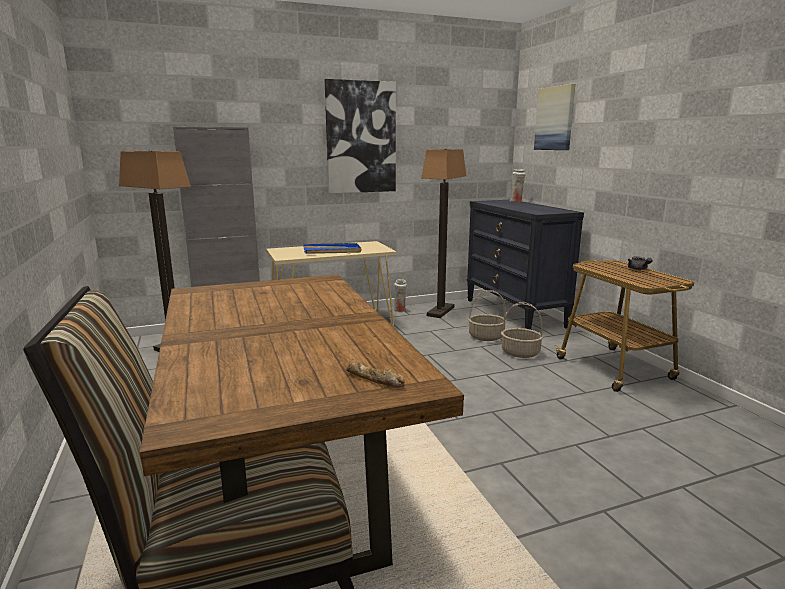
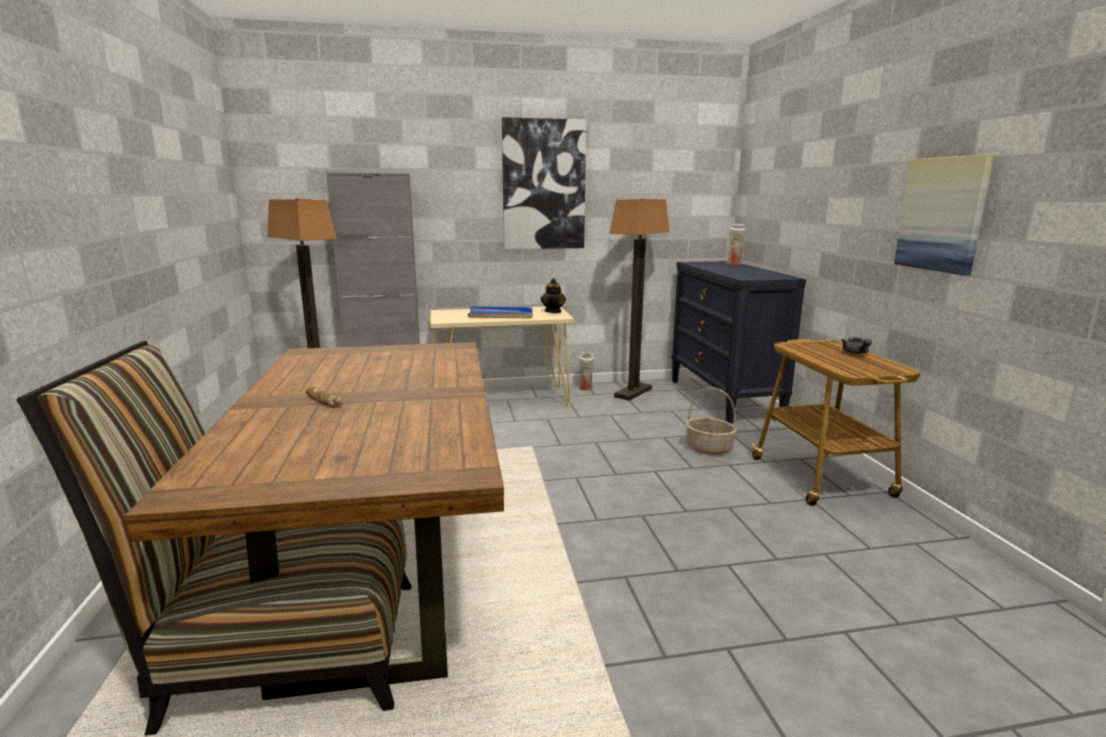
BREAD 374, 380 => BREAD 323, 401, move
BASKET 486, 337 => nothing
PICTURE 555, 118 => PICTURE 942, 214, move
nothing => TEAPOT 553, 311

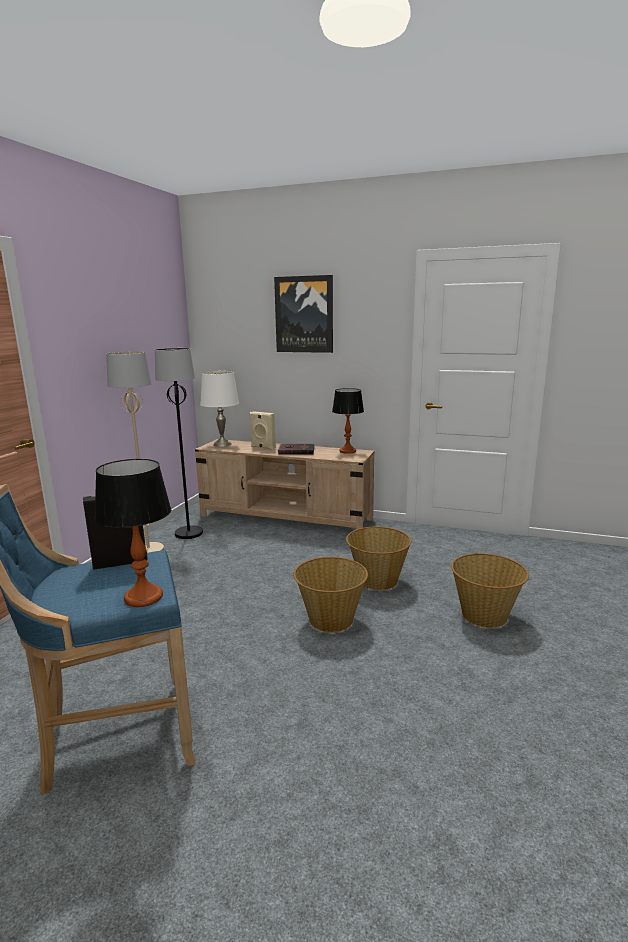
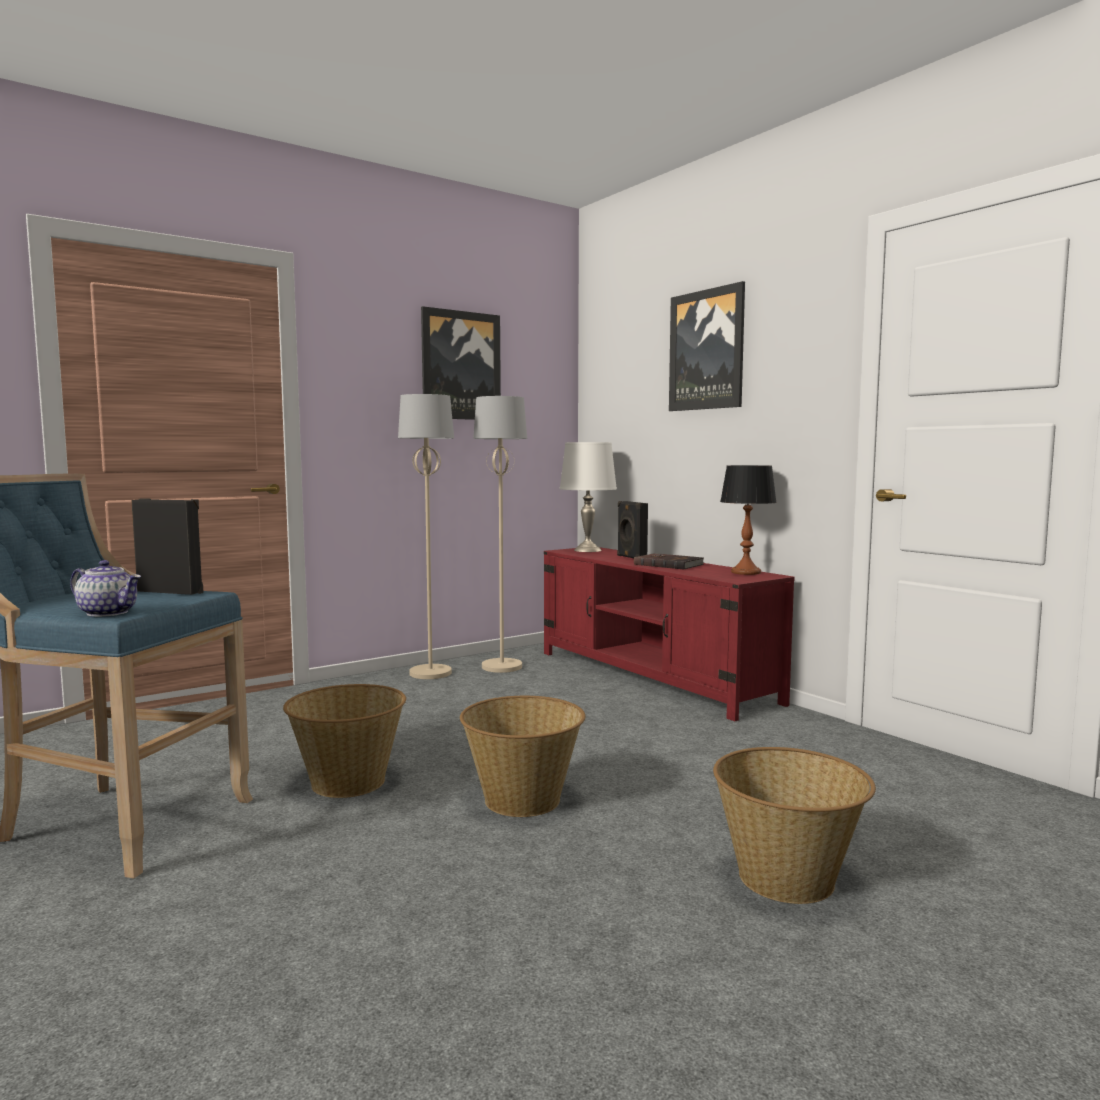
TABLE LAMP 143, 597 => TEAPOT 109, 613
BLACK FLOOR LAMP 189, 533 => BEIGE FLOOR LAMP 502, 667
BEIGE TV STAND 286, 518 => RED TV STAND 653, 677
BEIGE SPEAKER 262, 447 => BLACK SPEAKER 630, 557
BASKET 377, 580 => BASKET 348, 782, move
nothing => PICTURE 460, 366

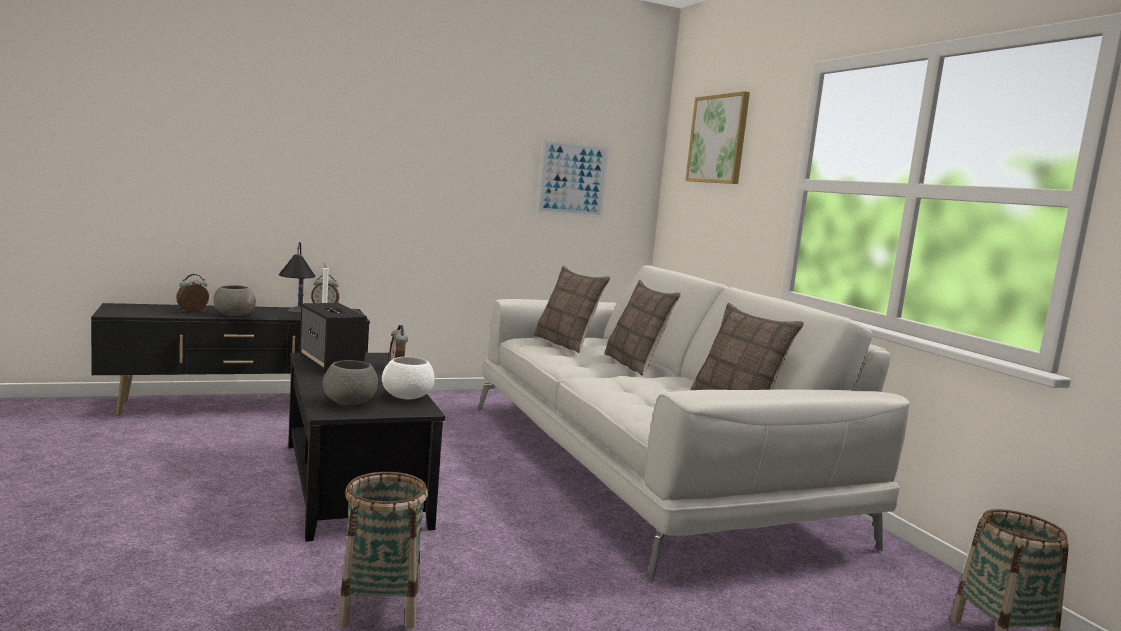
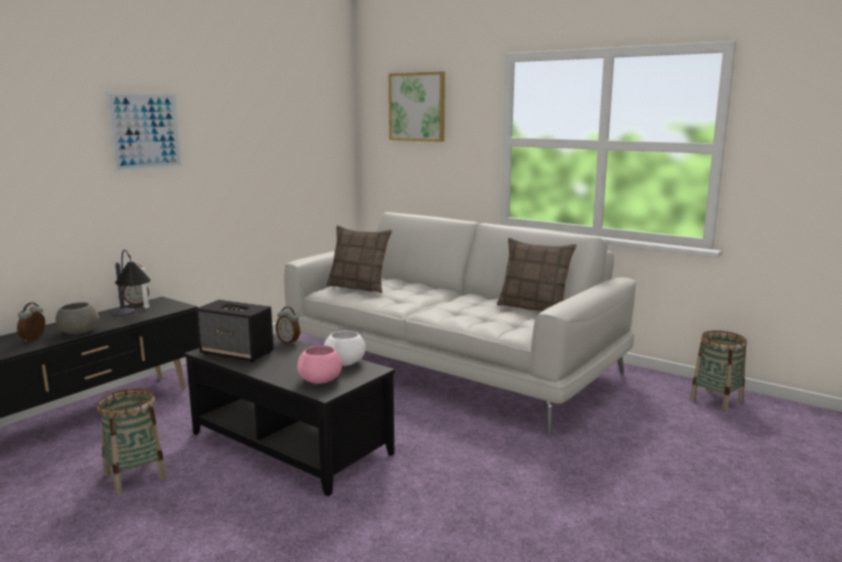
GREY BOWL 350, 402 => PINK BOWL 321, 380
BASKET 380, 607 => BASKET 135, 476, move
PICTURE 573, 179 => PICTURE 145, 131, move
PILLOW 635, 365 => nothing

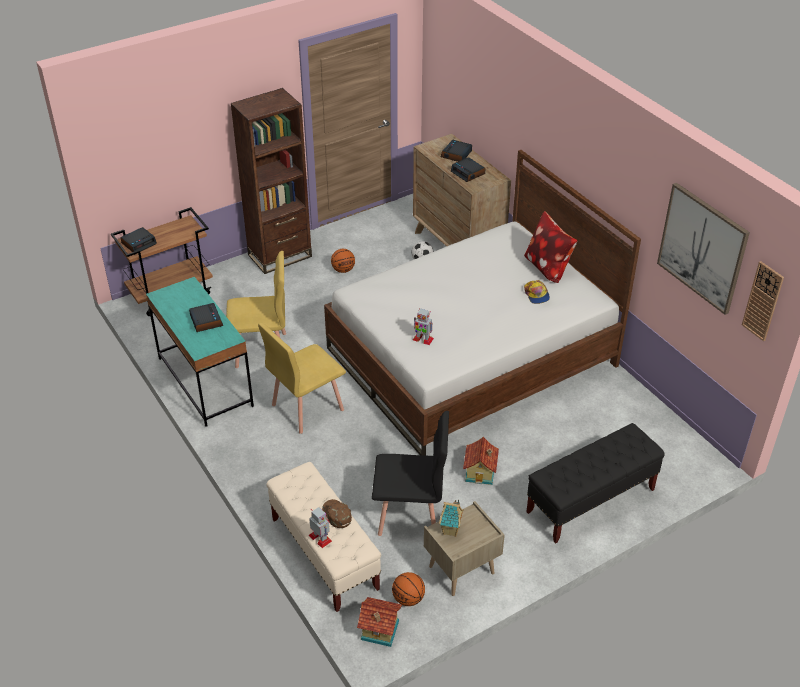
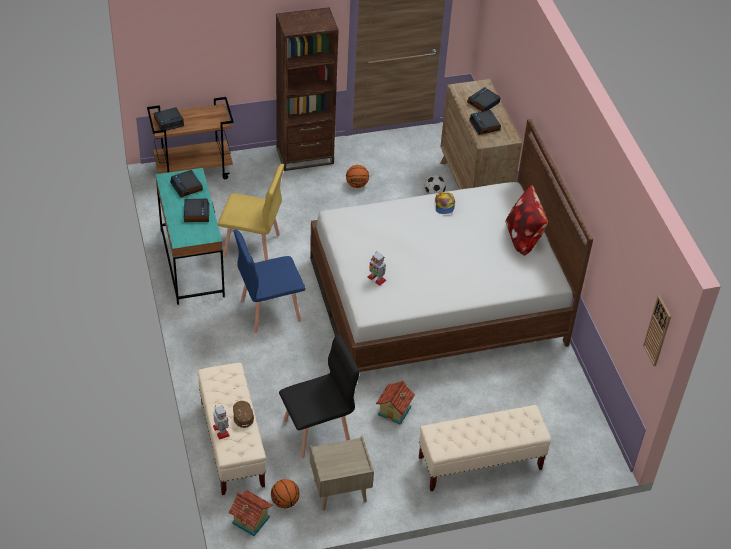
YELLOW CHAIR 306, 407 => BLUE CHAIR 270, 310
BLACK CHAIR 410, 515 => BLACK CHAIR 317, 431, 45 degrees counterclockwise
TOY HOUSE 451, 530 => nothing
CAP 536, 295 => CAP 444, 205, move
BLACK BENCH 590, 501 => BEIGE BENCH 479, 463
PICTURE 702, 248 => nothing
nothing => ALARM CLOCK 187, 186

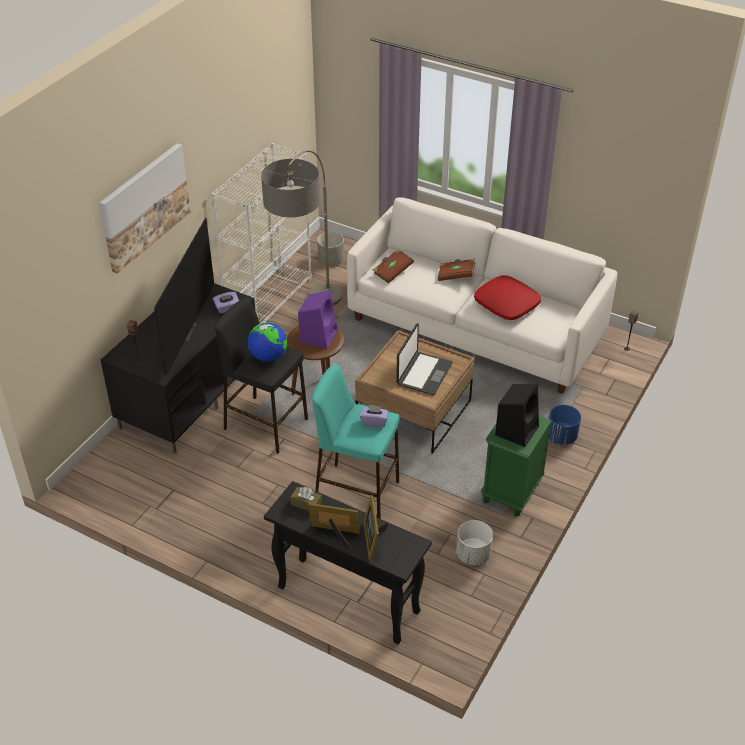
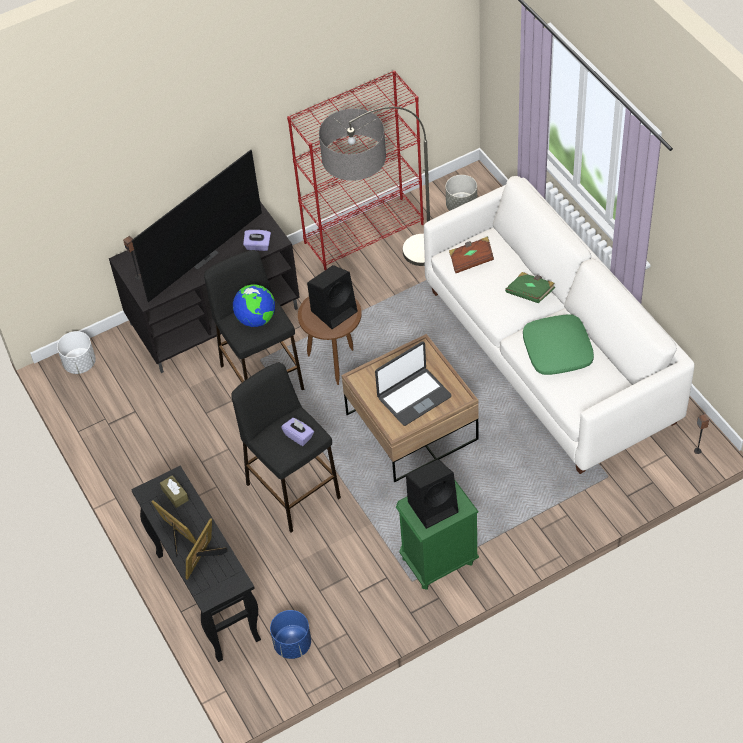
PICTURE 144, 206 => nothing
WHITE BOOKCASE 269, 300 => RED BOOKCASE 364, 233
PURPLE SPEAKER 318, 335 => BLACK SPEAKER 334, 310
TURQUOISE STOOL 356, 492 => BLACK STOOL 292, 490
BROWN BOOK 456, 276 => GREEN BOOK 530, 293
WHITE PLANTER 473, 555 => WHITE PLANTER 79, 364, move
RED PILLOW 507, 304 => GREEN PILLOW 558, 351
BLUE PLANTER 561, 437 => BLUE PLANTER 292, 644, move

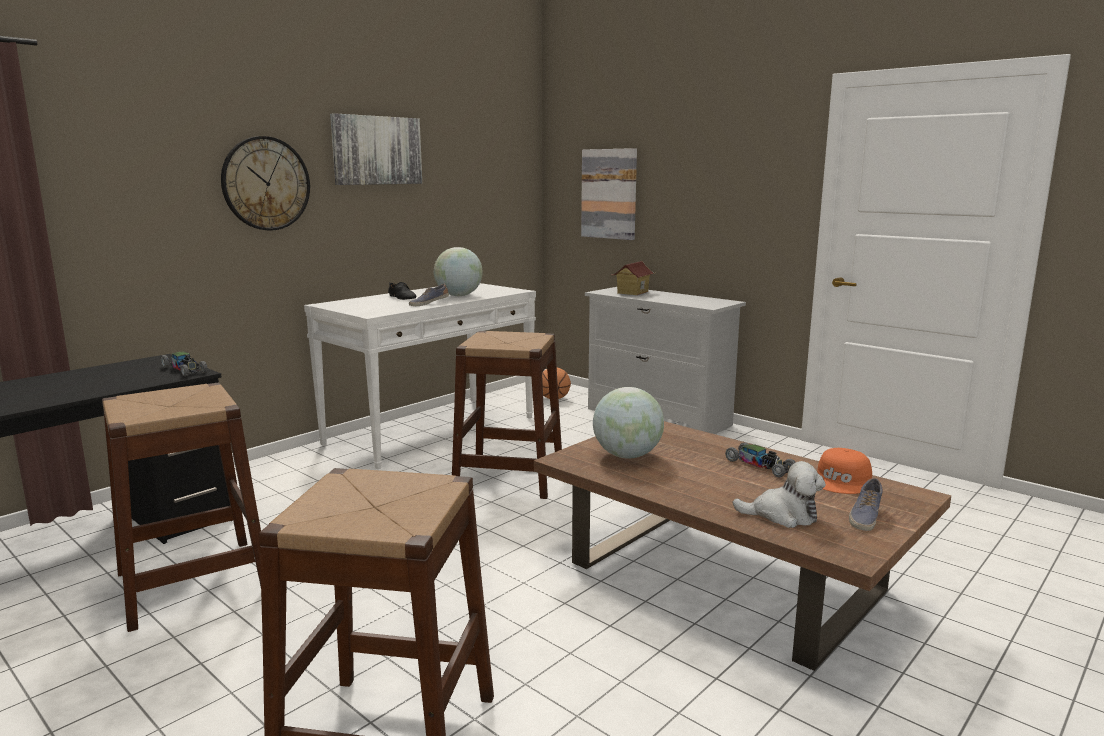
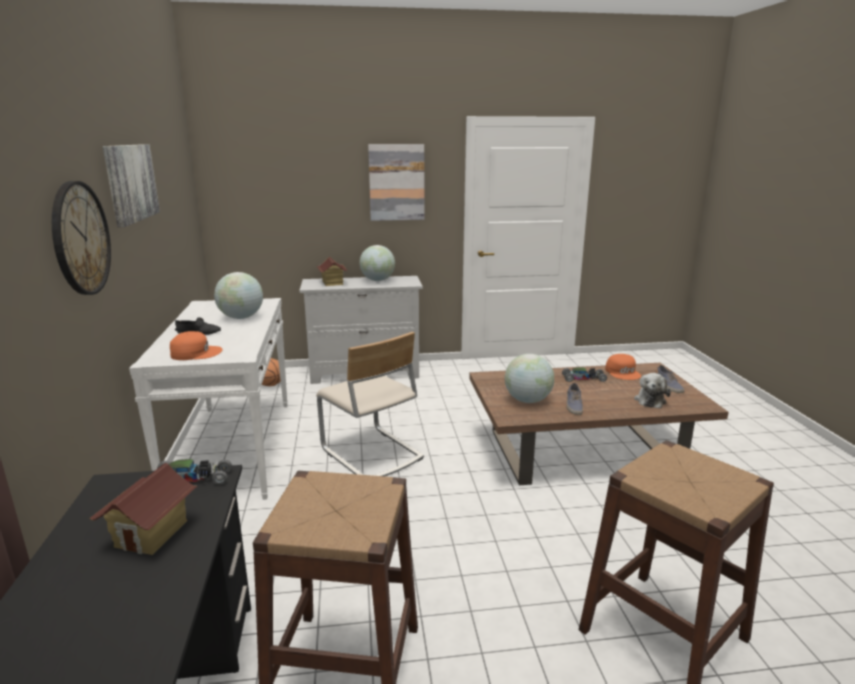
SHOE 428, 303 => SHOE 573, 406, move
BROWN STOOL 509, 476 => BEIGE CHAIR 371, 454
PICTURE 609, 194 => PICTURE 396, 182, move
PLUSH TOY 782, 515 => PLUSH TOY 650, 400, 150 degrees clockwise
nothing => TOY HOUSE 152, 534
nothing => ORANGE CAP 196, 353
nothing => GLOBE 377, 280

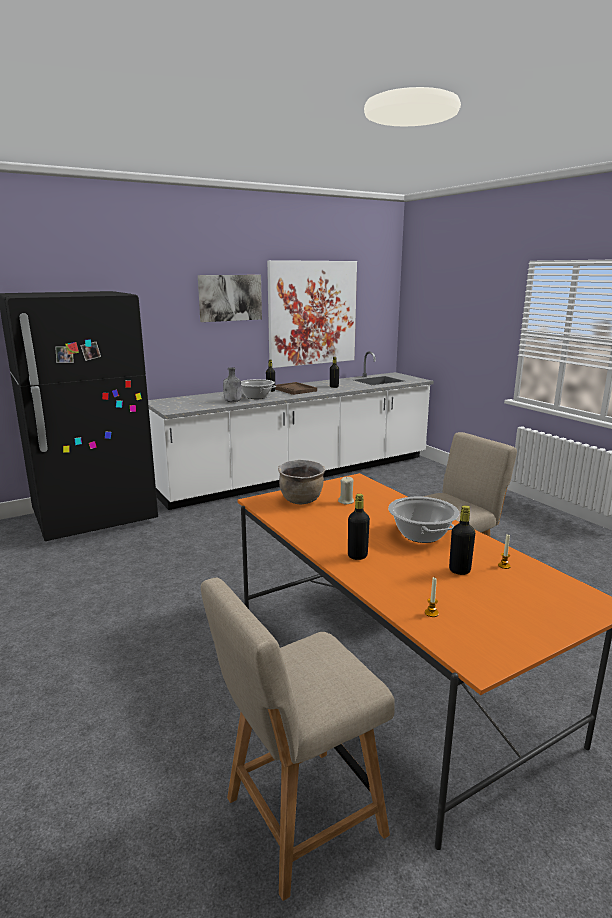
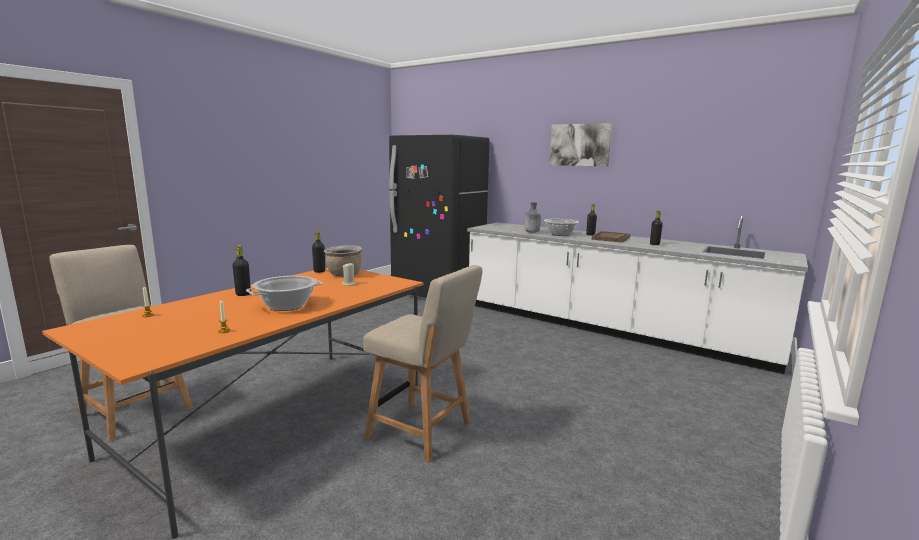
PICTURE 312, 313 => nothing
BLACK BOTTLE 459, 570 => BLACK BOTTLE 319, 271, move

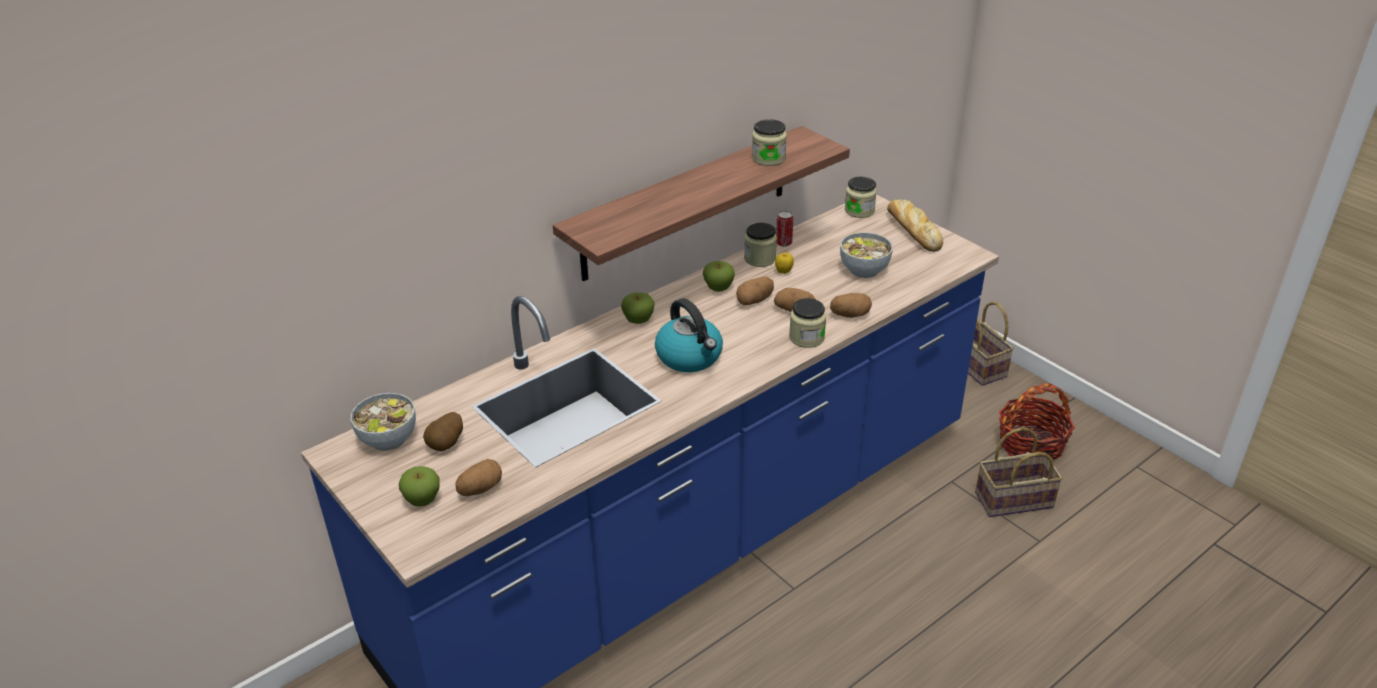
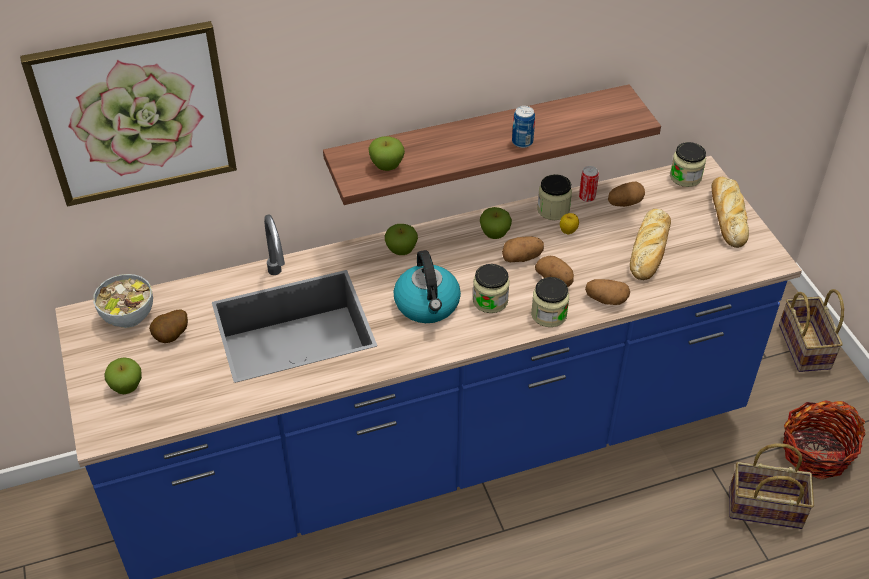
POTATO 480, 489 => POTATO 625, 203, move
JAR 768, 158 => JAR 490, 301, move
BOWL 863, 270 => BREAD 649, 250
nothing => PICTURE 135, 114
nothing => APPLE 387, 166
nothing => CAN 522, 142

